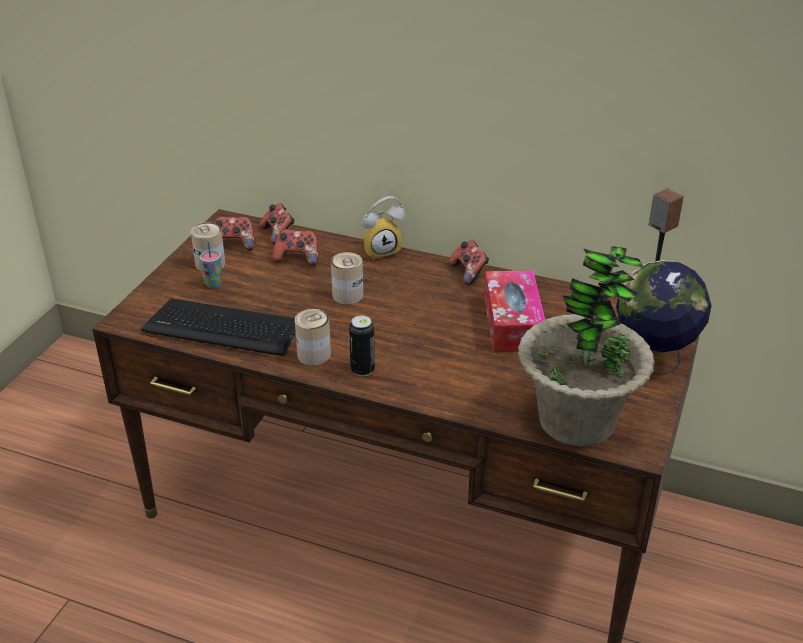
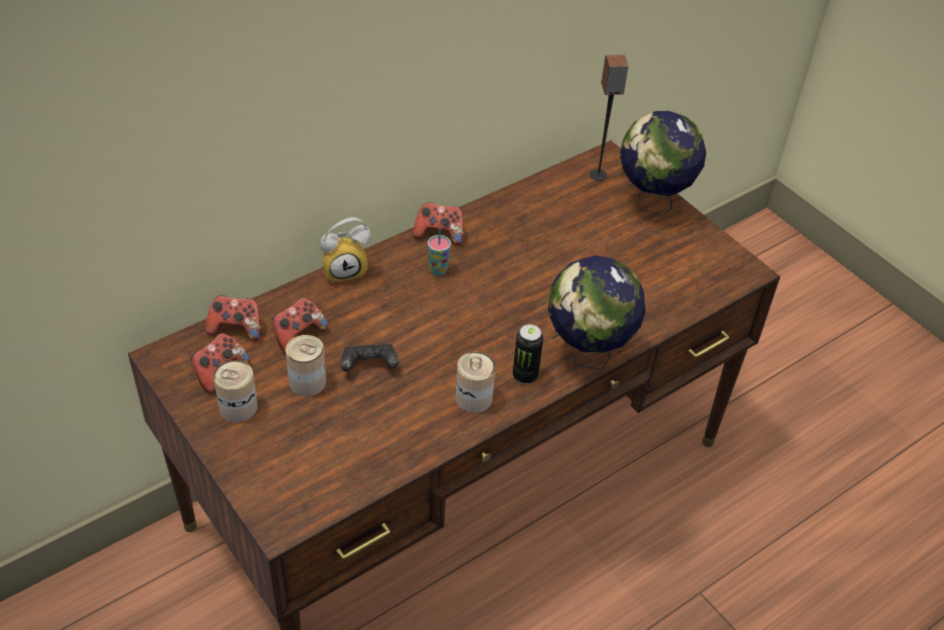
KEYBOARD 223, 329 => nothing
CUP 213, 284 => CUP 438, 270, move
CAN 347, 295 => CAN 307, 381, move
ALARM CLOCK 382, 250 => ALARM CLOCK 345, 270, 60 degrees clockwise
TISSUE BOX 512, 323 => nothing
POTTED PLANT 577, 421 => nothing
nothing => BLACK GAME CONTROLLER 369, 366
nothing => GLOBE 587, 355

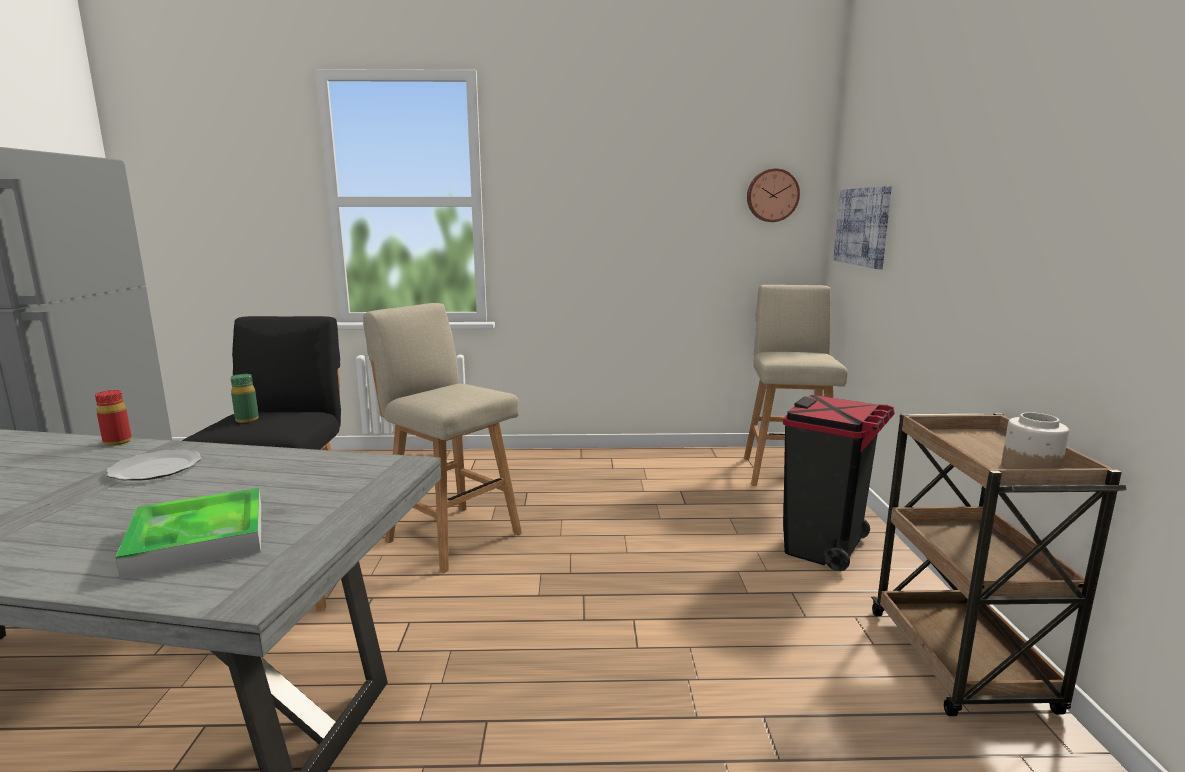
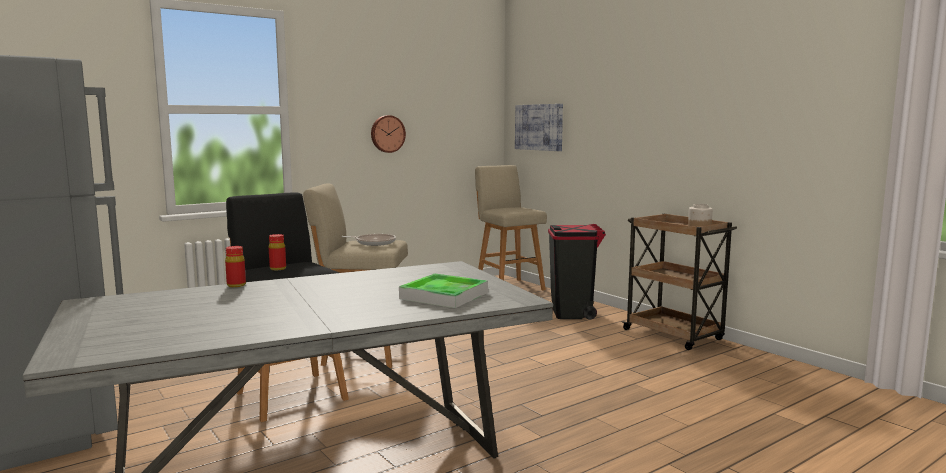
PLATE 157, 468 => nothing
GREEN BOTTLE 247, 420 => RED BOTTLE 278, 268
WALL CLOCK 772, 195 => WALL CLOCK 387, 134, move
nothing => FRYING PAN 373, 243

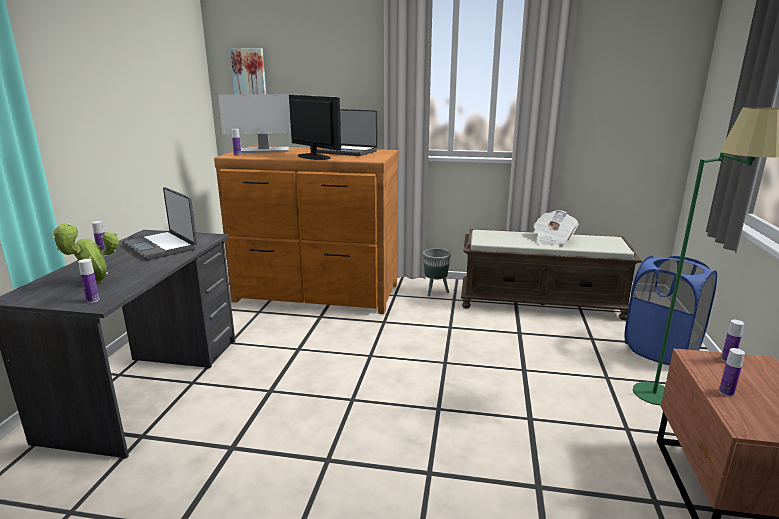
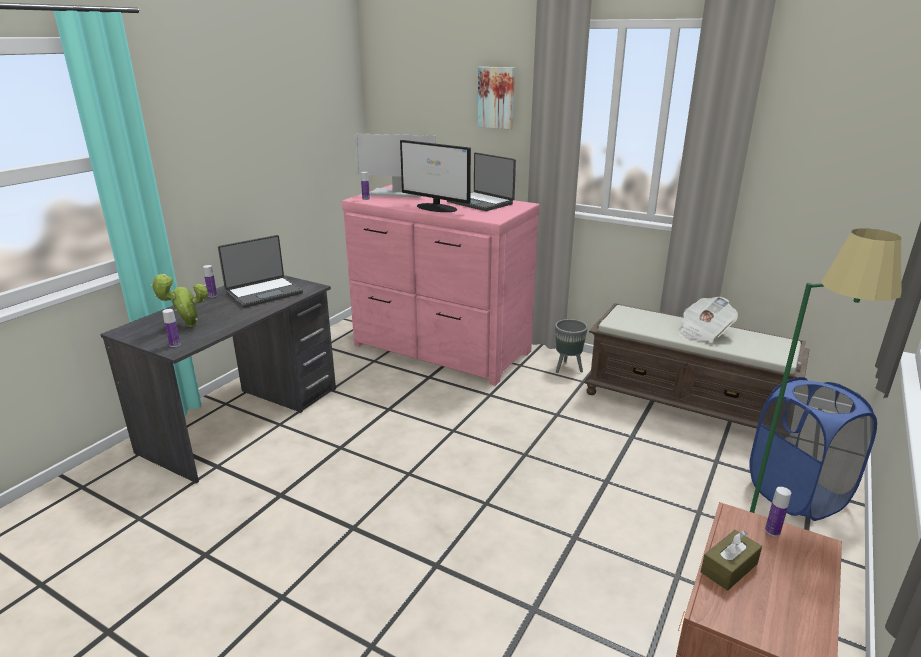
LAPTOP 161, 246 => LAPTOP 264, 293, 105 degrees counterclockwise
BROWN DRESSER 317, 293 => PINK DRESSER 440, 349
PICTURE 249, 74 => PICTURE 496, 97, move
MONITOR 313, 156 => MONITOR 437, 208, 150 degrees clockwise
BOTTLE 726, 392 => BROWN TISSUE BOX 729, 568

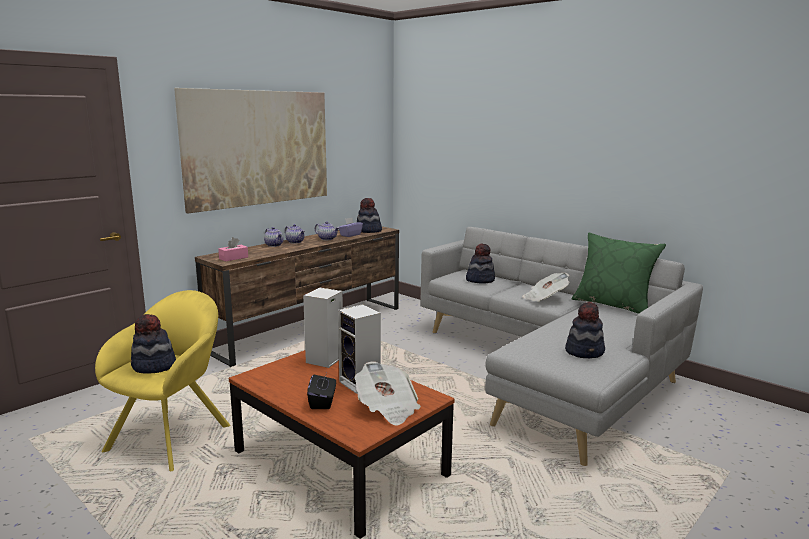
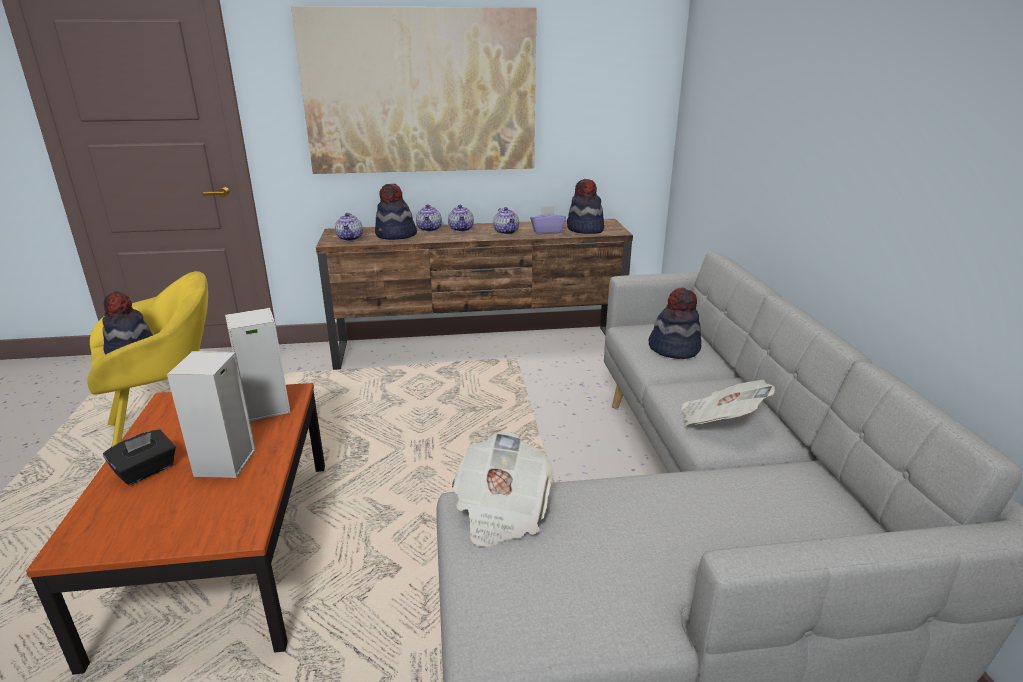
PINK TISSUE BOX 233, 258 => TEAPOT 350, 238
NEWSPAPER 387, 408 => NEWSPAPER 501, 511, move
HAT 585, 352 => HAT 396, 235, move
GREEN PILLOW 613, 305 => nothing

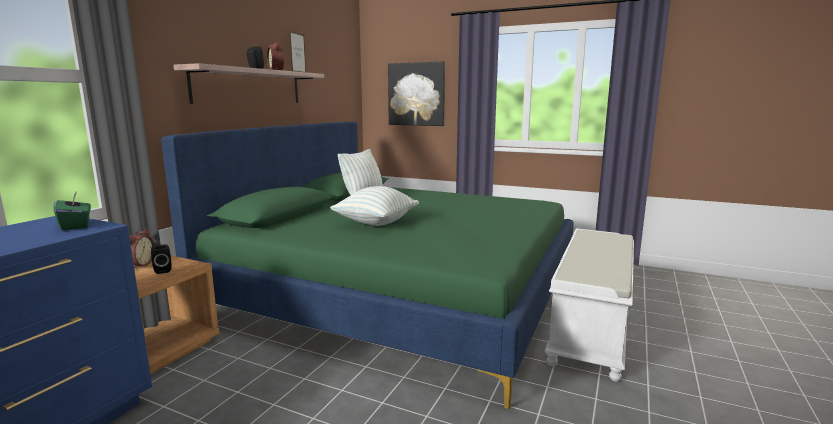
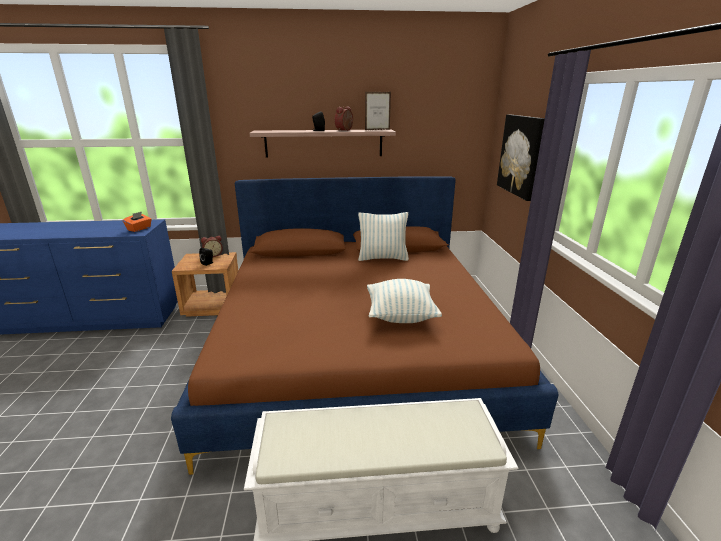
GREEN TISSUE BOX 76, 225 => ORANGE TISSUE BOX 139, 229
GREEN BED 400, 290 => BROWN BED 356, 351
PILLOW 376, 223 => PILLOW 401, 316, move

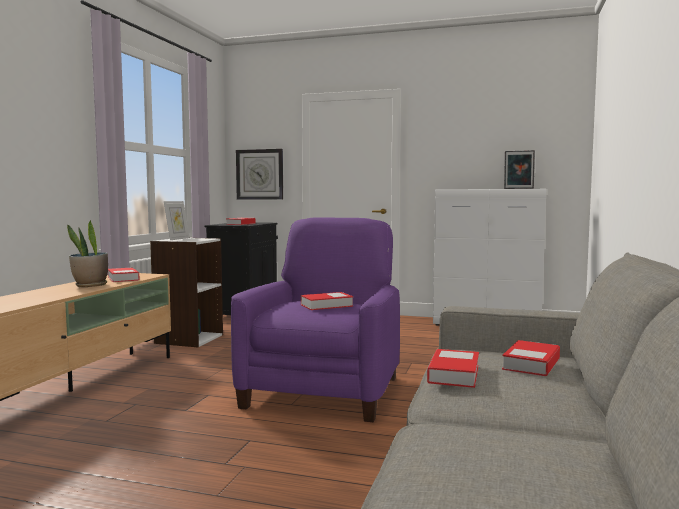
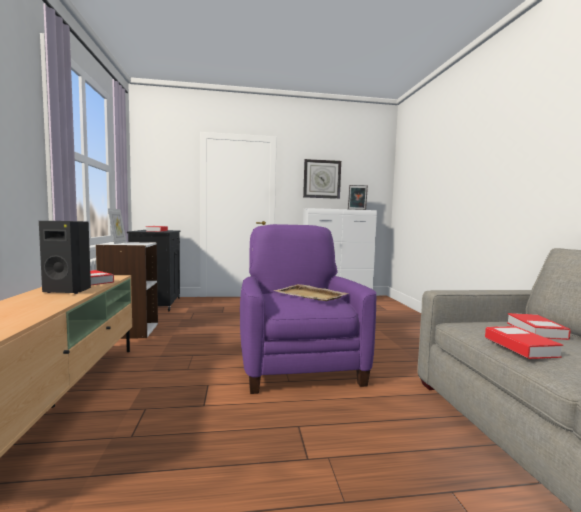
POTTED PLANT 90, 285 => BLACK SPEAKER 69, 291
WALL CLOCK 260, 174 => WALL CLOCK 322, 179, move
BOOK 326, 305 => BEIGE TRAY 310, 295

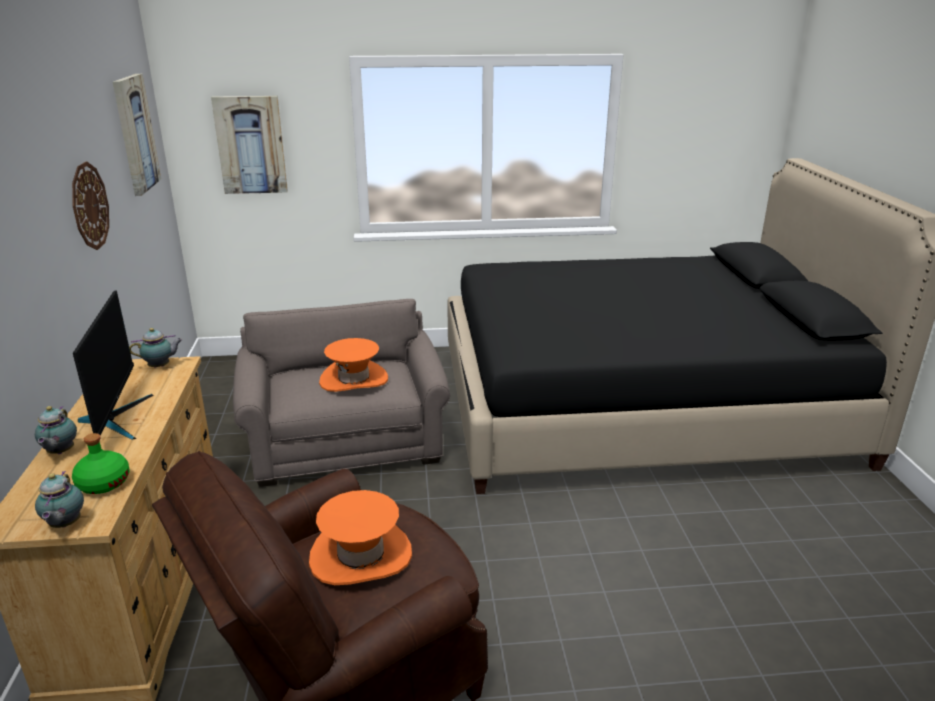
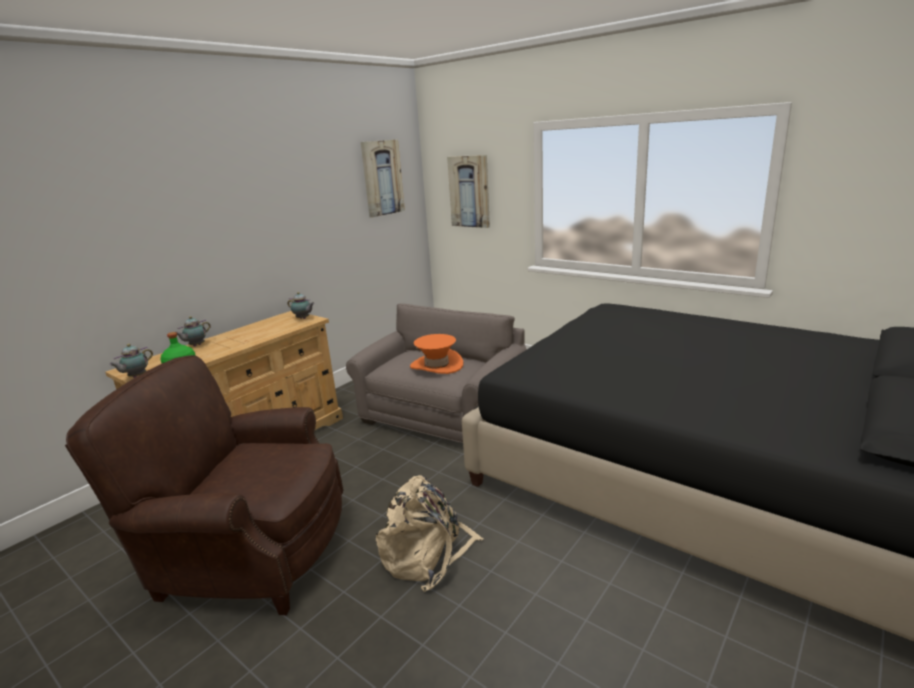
WALL CLOCK 89, 206 => nothing
MONITOR 116, 418 => nothing
ORANGE HAT 361, 555 => nothing
nothing => BEIGE BACKPACK 427, 554

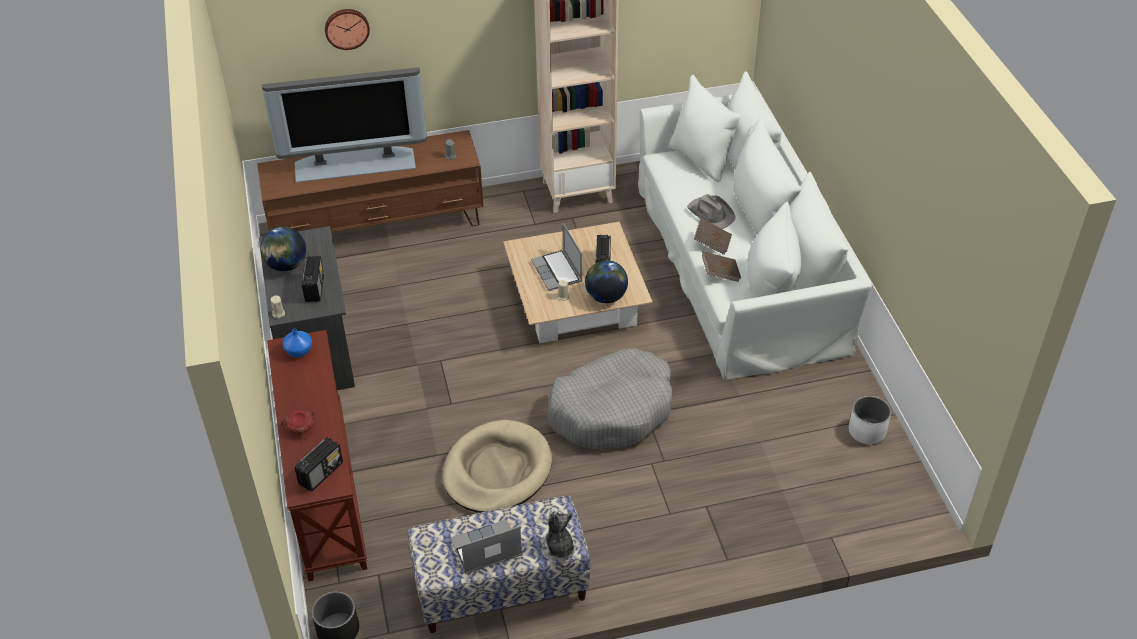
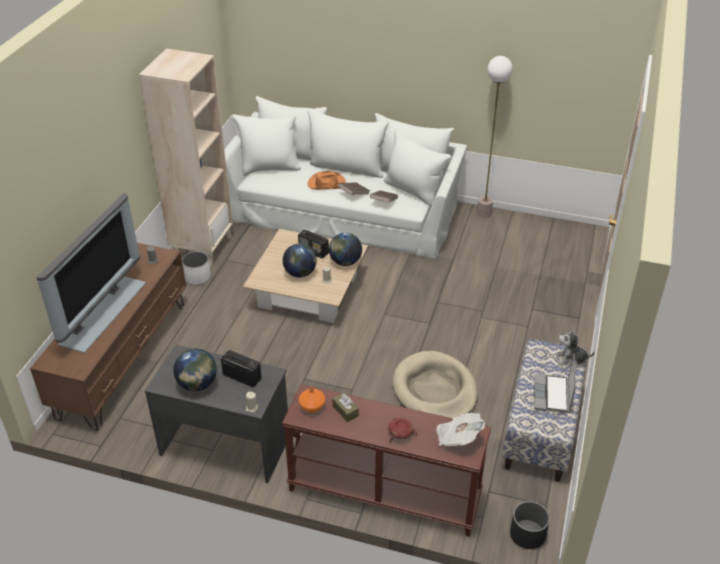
BLUE VASE 299, 351 => ORANGE VASE 312, 407
RADIO 321, 473 => NEWSPAPER 457, 437
WALL CLOCK 346, 28 => nothing
LAPTOP 557, 272 => GLOBE 300, 273
GREY DOG BED 612, 410 => nothing
GREY HAT 711, 213 => ORANGE HAT 326, 184
WHITE PLANTER 866, 431 => WHITE PLANTER 197, 277, move
nothing => BROWN TISSUE BOX 345, 411
nothing => FLOOR LAMP 484, 213

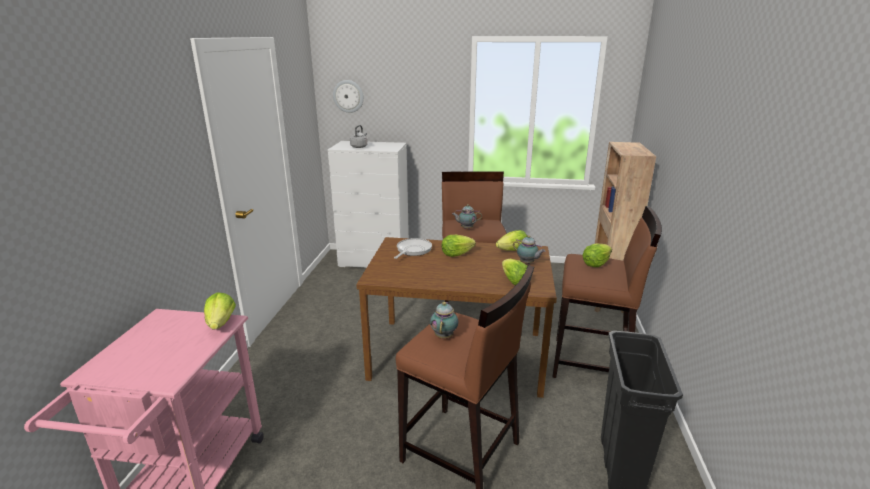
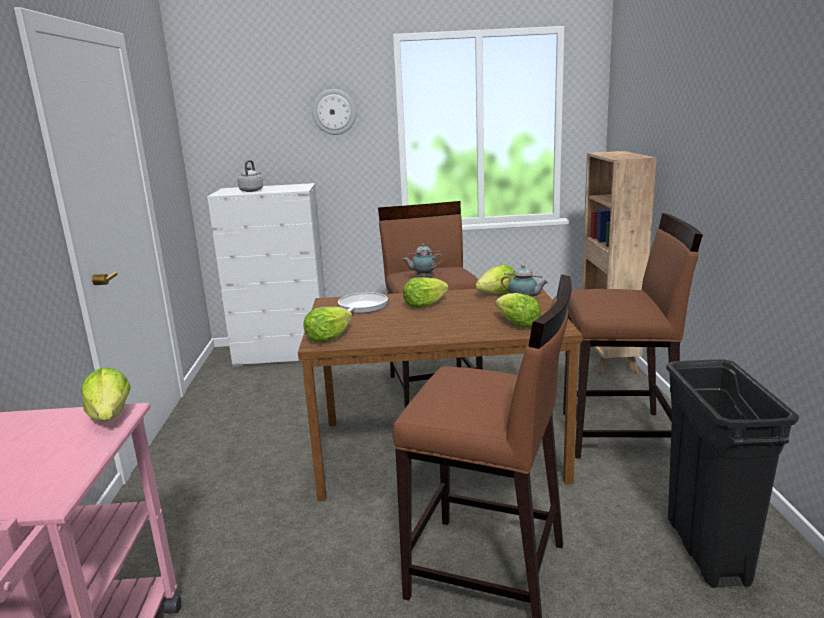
WALL CLOCK 348, 96 => WALL CLOCK 334, 112, move
TEAPOT 444, 335 => nothing
LETTUCE 595, 264 => LETTUCE 328, 338, move

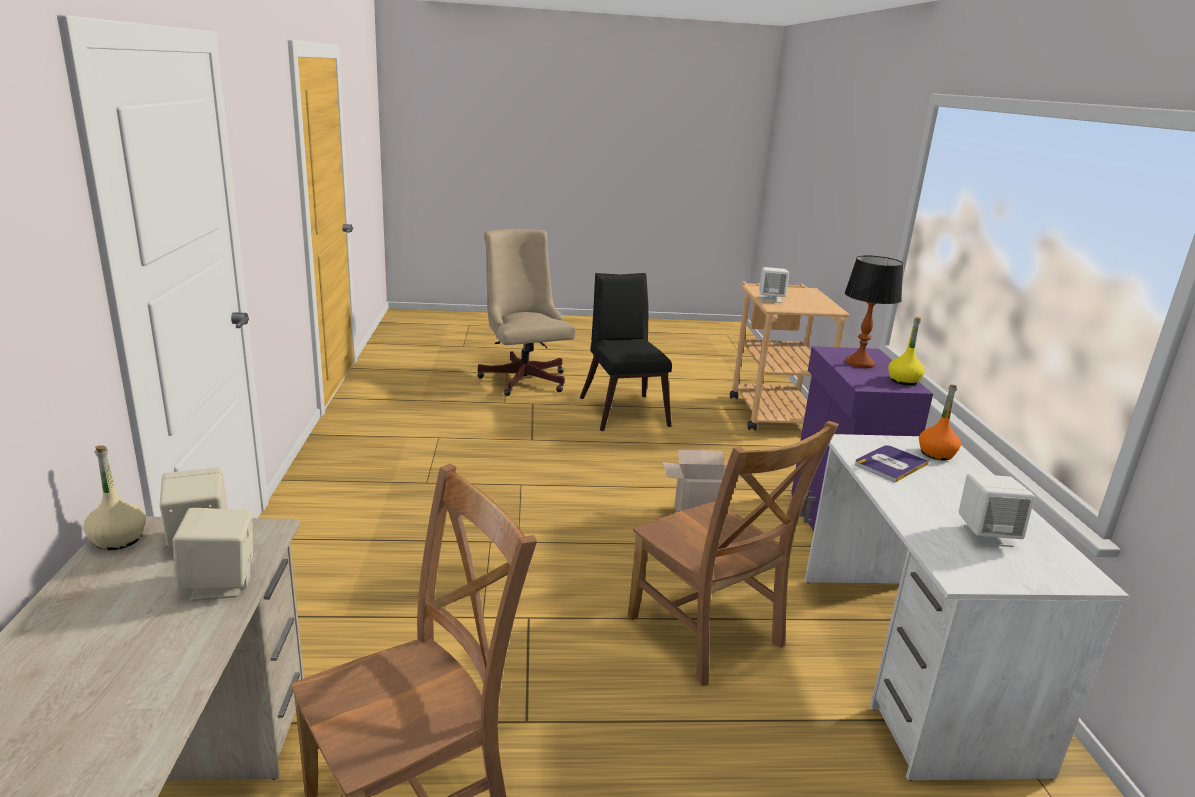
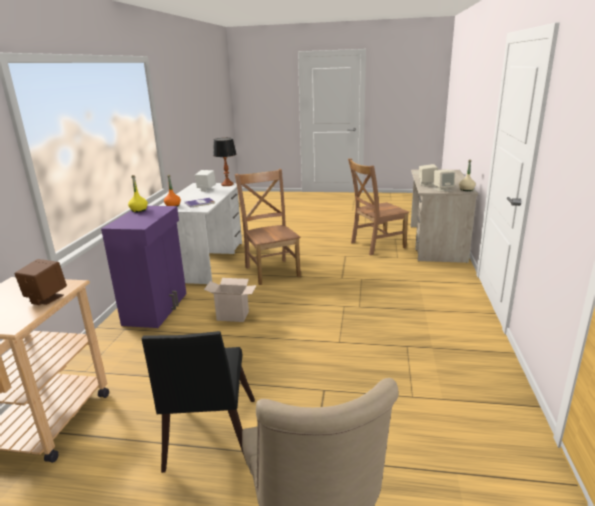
WHITE SPEAKER 771, 299 => BROWN SPEAKER 45, 298
TABLE LAMP 860, 363 => TABLE LAMP 227, 184, move

